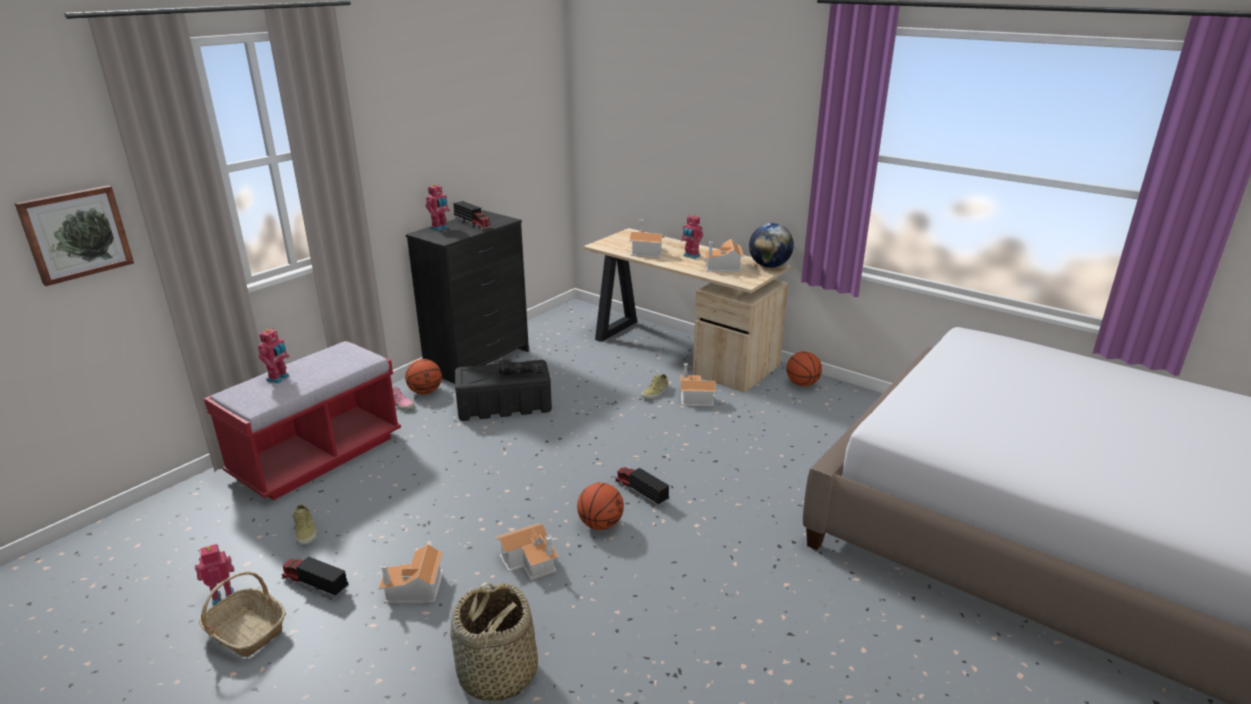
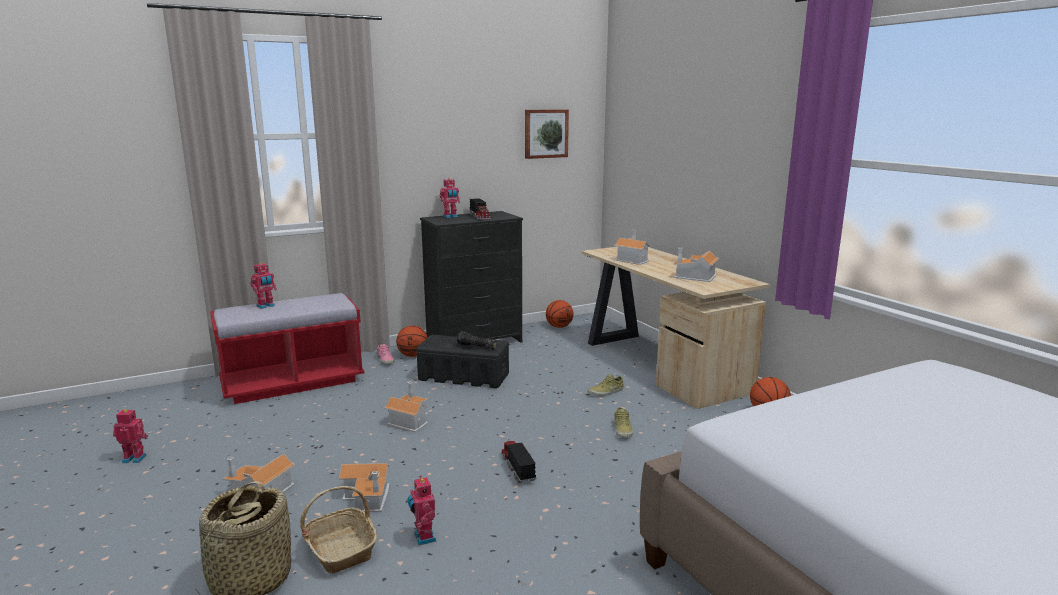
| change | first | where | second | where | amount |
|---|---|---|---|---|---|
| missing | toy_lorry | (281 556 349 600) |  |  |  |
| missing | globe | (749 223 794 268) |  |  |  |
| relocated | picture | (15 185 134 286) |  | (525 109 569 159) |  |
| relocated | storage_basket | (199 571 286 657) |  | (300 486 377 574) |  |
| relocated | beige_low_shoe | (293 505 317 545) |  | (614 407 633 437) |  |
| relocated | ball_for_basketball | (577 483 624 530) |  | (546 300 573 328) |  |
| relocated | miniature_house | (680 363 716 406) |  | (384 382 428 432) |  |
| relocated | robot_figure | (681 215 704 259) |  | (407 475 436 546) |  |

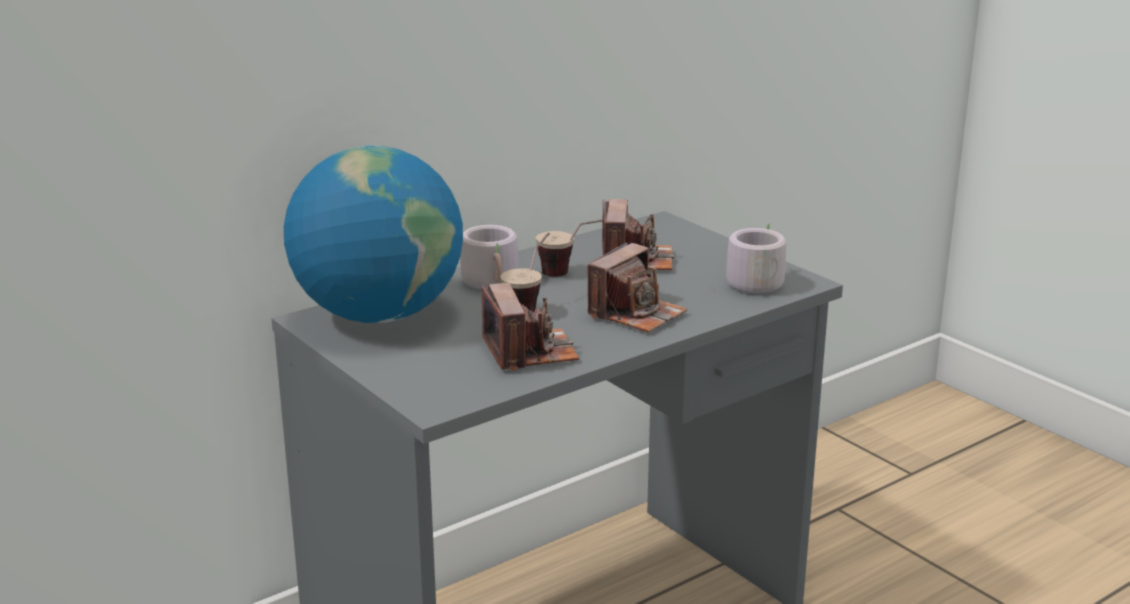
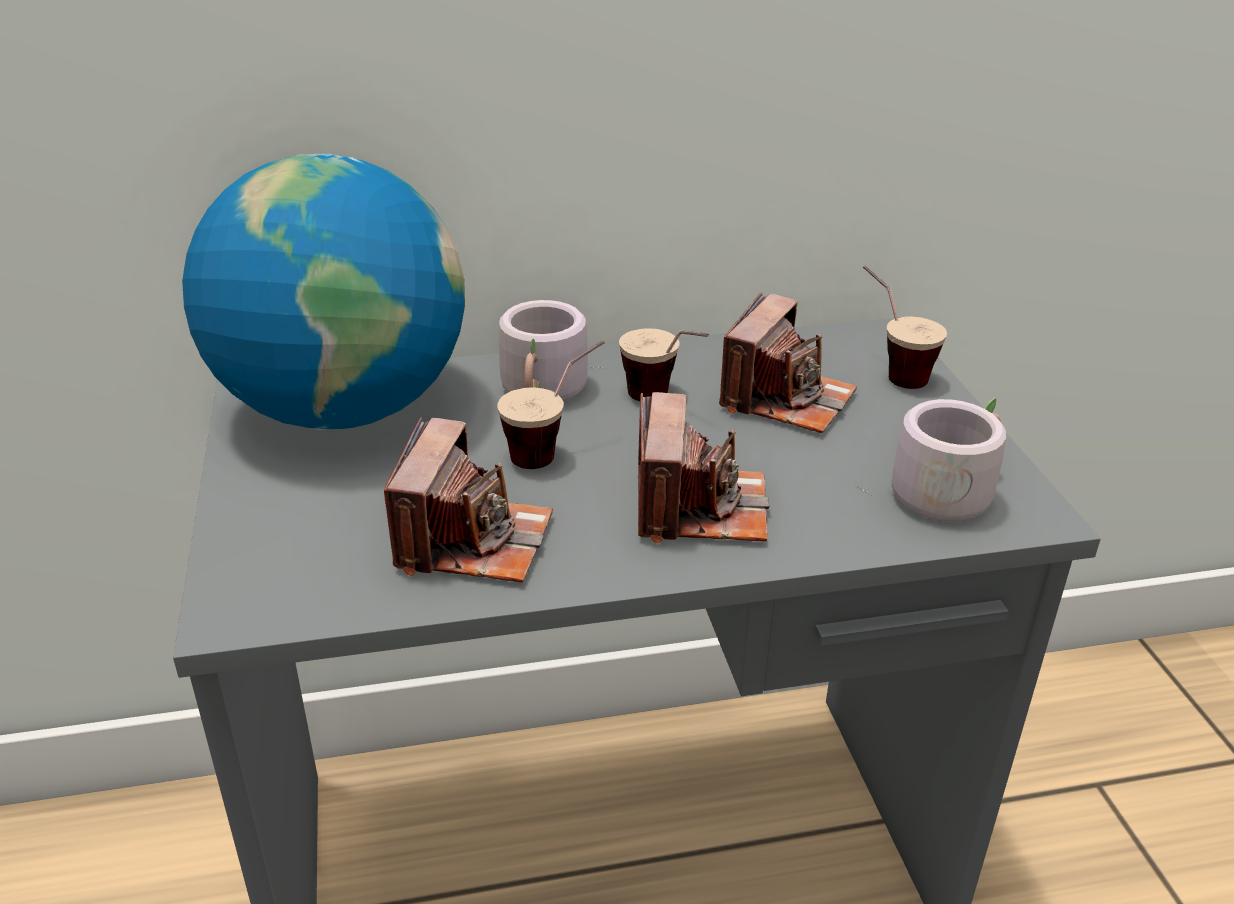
| change | first | where | second | where | amount |
|---|---|---|---|---|---|
| appeared |  |  | cup | (863 265 947 389) |  |
| spun | still_camera | (587 242 688 333) |  | (638 392 770 543) | 60 degrees counterclockwise |

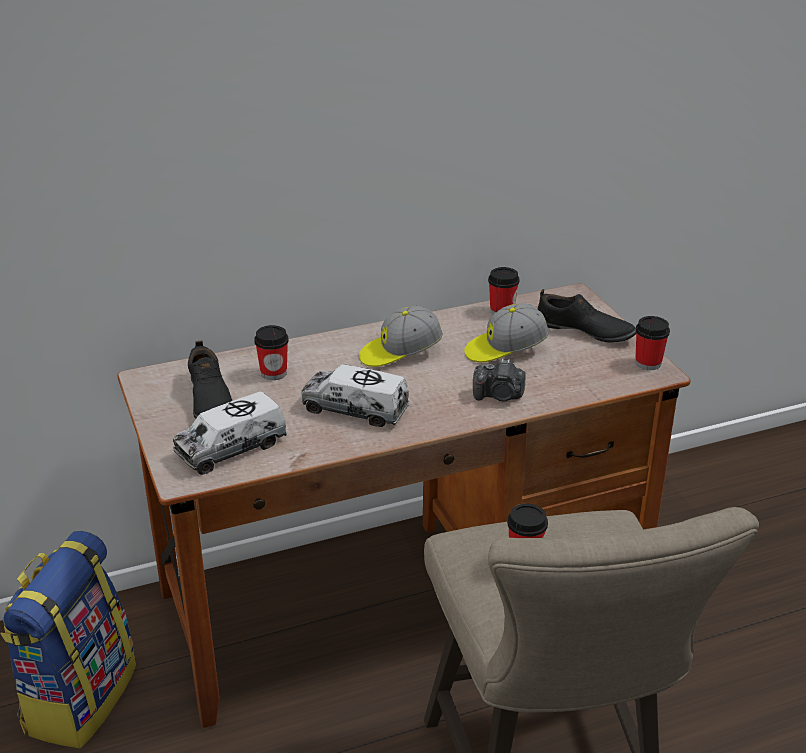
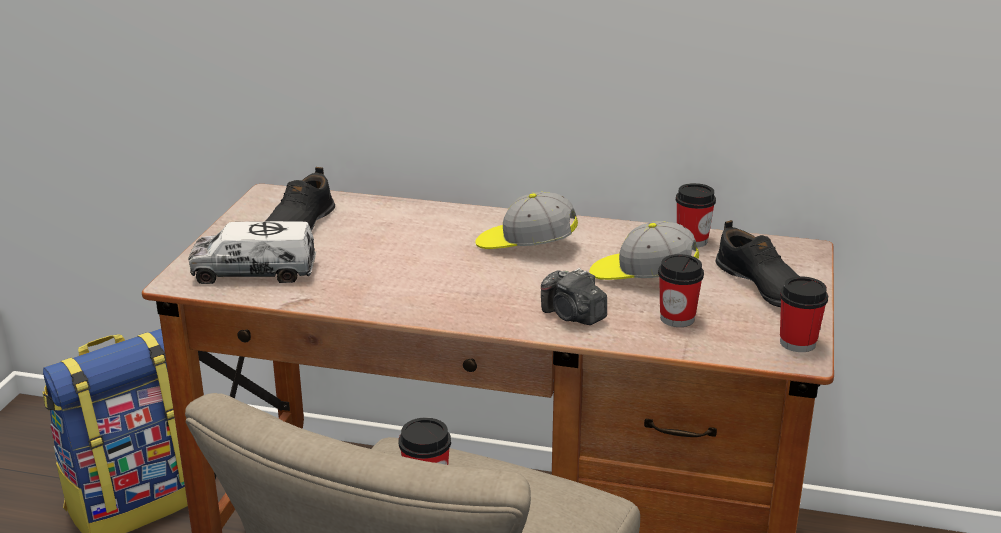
| change | first | where | second | where | amount |
|---|---|---|---|---|---|
| missing | toy_lorry | (301 364 410 427) |  |  |  |
| relocated | cup | (254 325 289 380) |  | (658 254 704 327) |  |

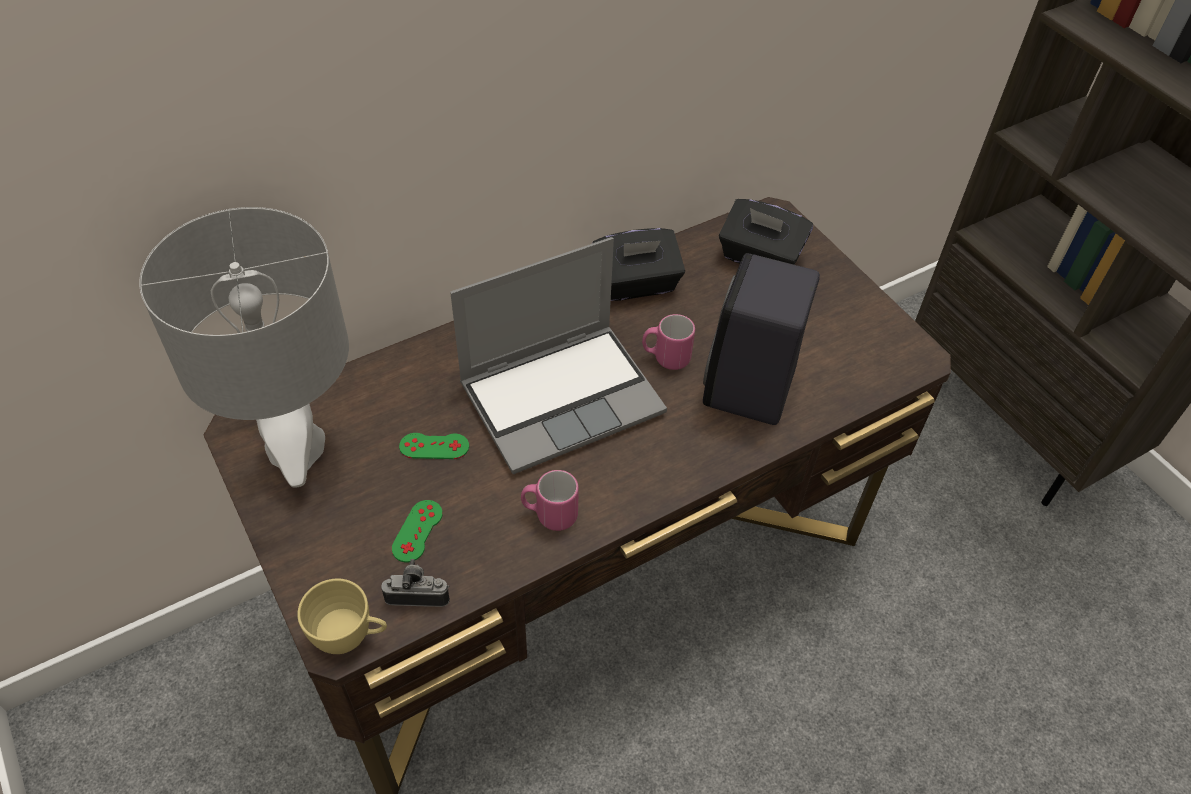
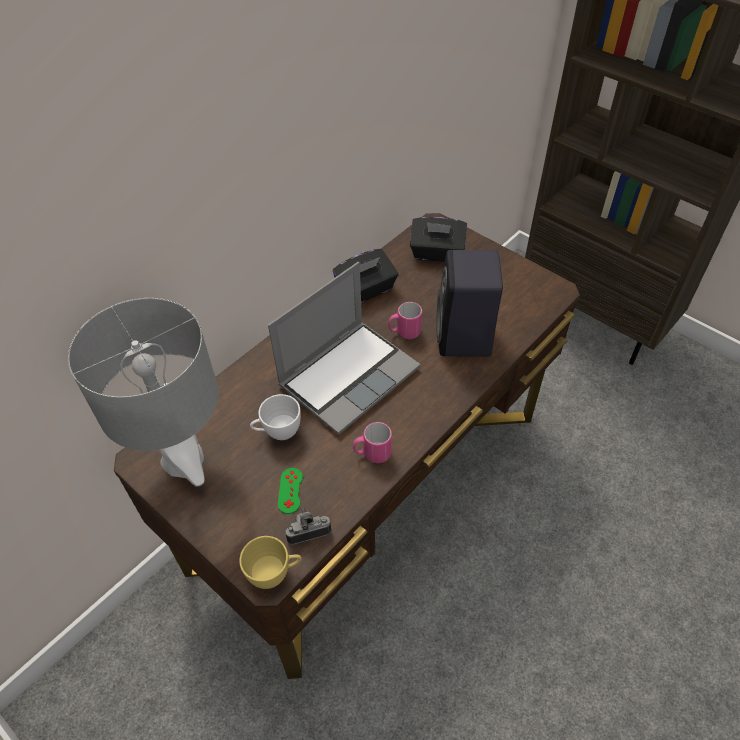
| change | first | where | second | where | amount |
|---|---|---|---|---|---|
| exchanged | green_game_controller | (399 433 469 459) | whitish_cup | (250 394 301 440) |  |

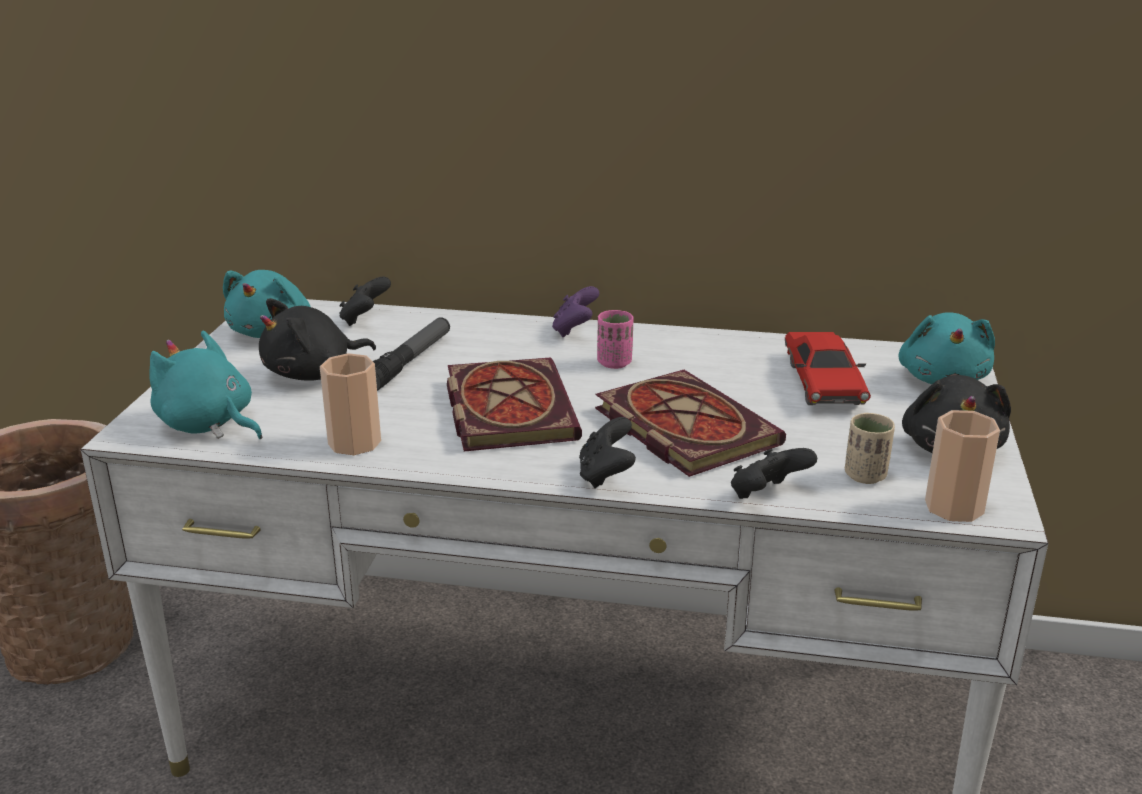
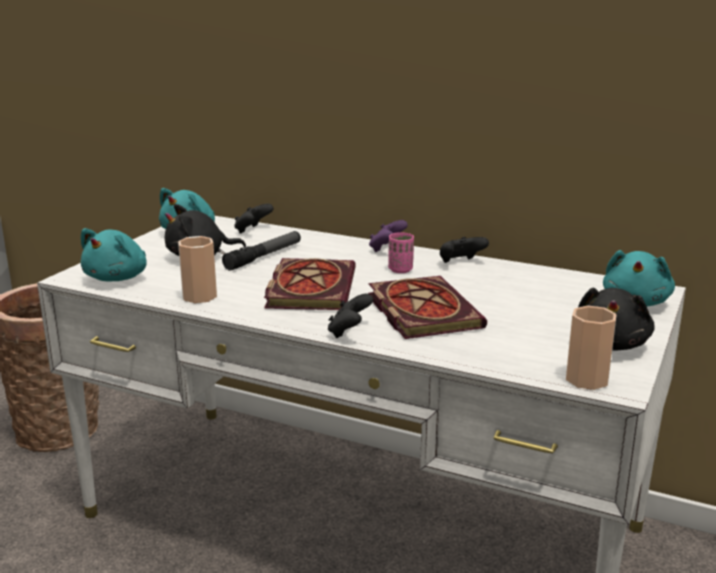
| change | first | where | second | where | amount |
|---|---|---|---|---|---|
| missing | red_model_car | (785 332 871 405) |  |  |  |
| missing | beige_cup | (845 413 895 484) |  |  |  |
| relocated | black-coloured_game_controller | (731 448 817 499) |  | (440 237 489 263) |  |
| spun | blue-green_cuddly_toy | (149 331 263 439) |  | (81 228 147 281) | 120 degrees counterclockwise |

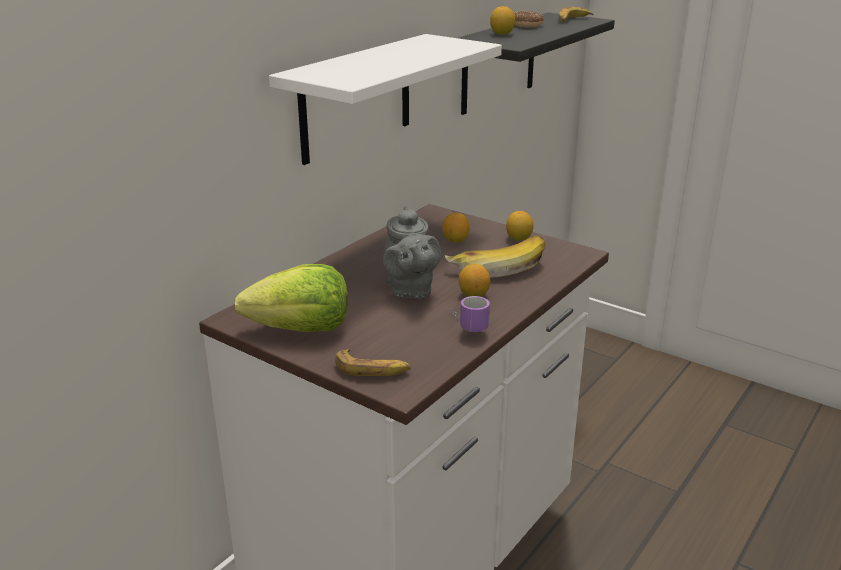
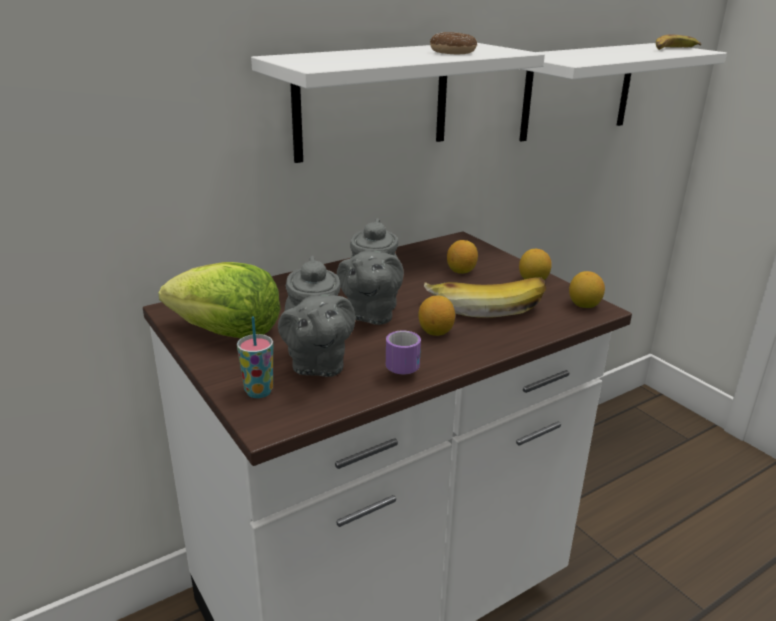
| change | first | where | second | where | amount |
|---|---|---|---|---|---|
| appeared |  |  | gray_teapot | (278 256 355 377) |  |
| relocated | lemon | (490 6 515 35) |  | (569 271 605 308) |  |
| relocated | donut | (514 11 544 27) |  | (430 32 477 54) |  |
| exchanged | banana_fruit | (335 349 411 376) | cup | (237 316 273 398) |  |
| colour | black-coloured_bracket_shelf | (458 12 615 115) | whitish_bracket_shelf | (519 43 727 142) |  |

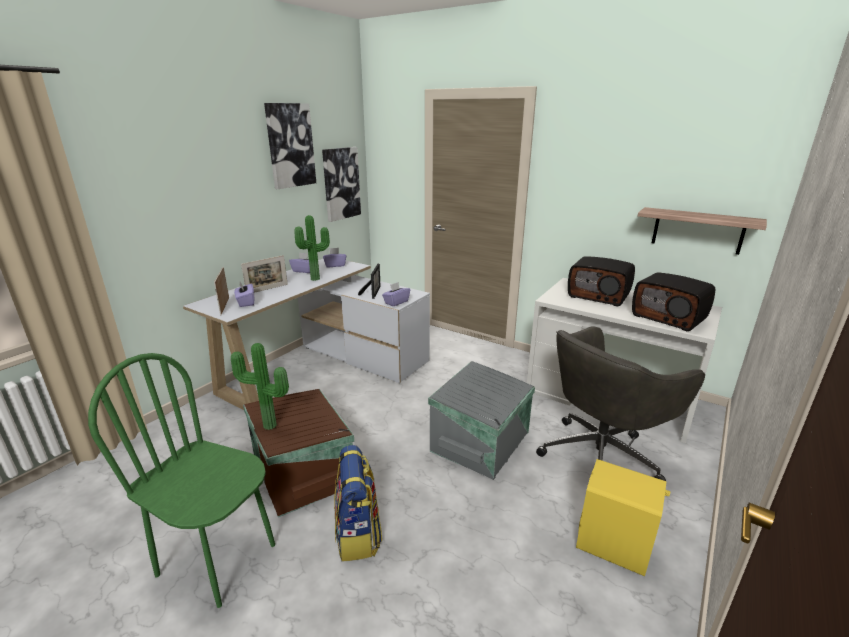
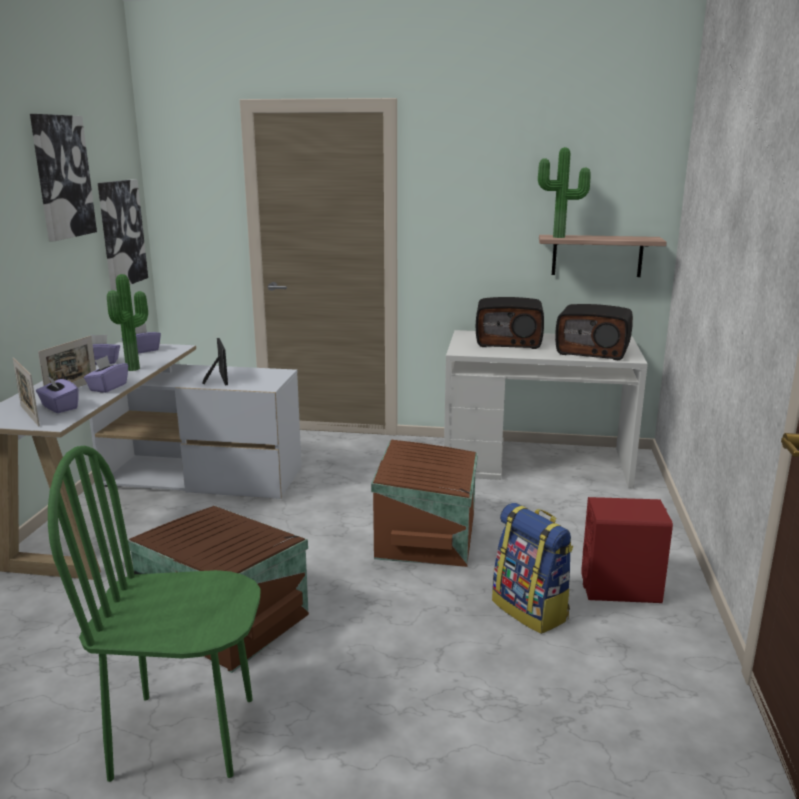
| change | first | where | second | where | amount |
|---|---|---|---|---|---|
| missing | gray_office_chair | (536 326 705 481) |  |  |  |
| relocated | plant_in_a_pot | (231 343 289 430) |  | (538 147 591 238) |  |
| relocated | knapsack | (334 445 382 562) |  | (492 503 573 634) |  |
| relocated | purplish_tissue_box | (382 282 410 306) |  | (84 356 128 393) |  |
| colour | gray_storage_box | (428 361 535 480) | brown_storage_box | (371 440 478 567) |  |
| colour | yellow-coloured_speaker | (576 459 671 576) | red_speaker | (581 497 673 603) |  |

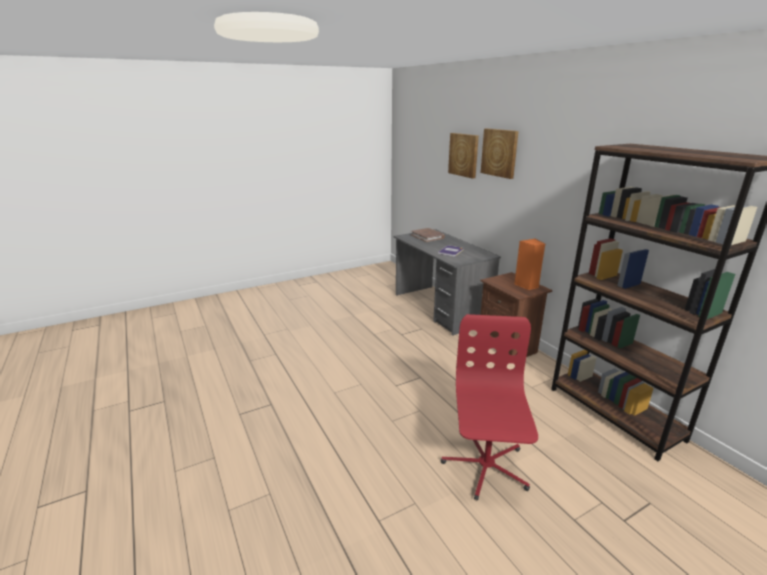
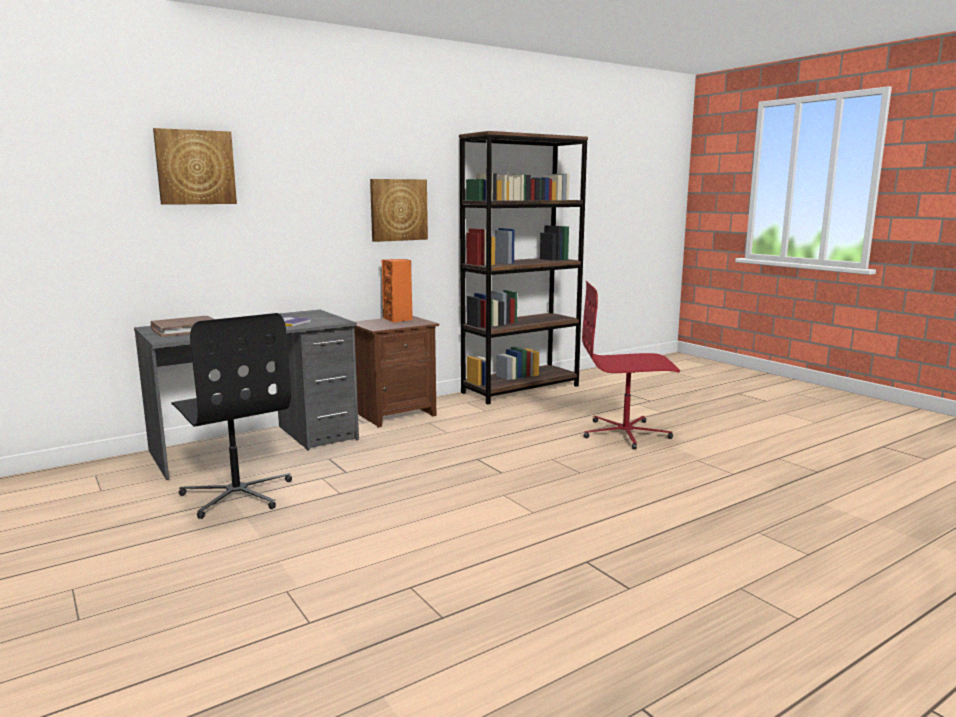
| change | first | where | second | where | amount |
|---|---|---|---|---|---|
| appeared |  |  | black-coloured_office_chair | (171 313 292 519) |  |
| relocated | picture | (481 129 519 179) |  | (370 179 428 242) |  |

